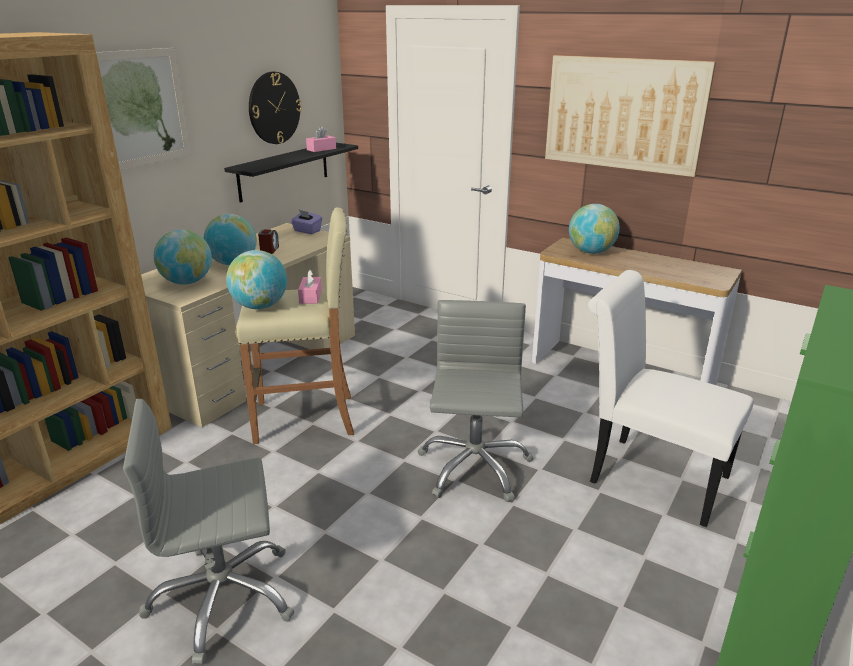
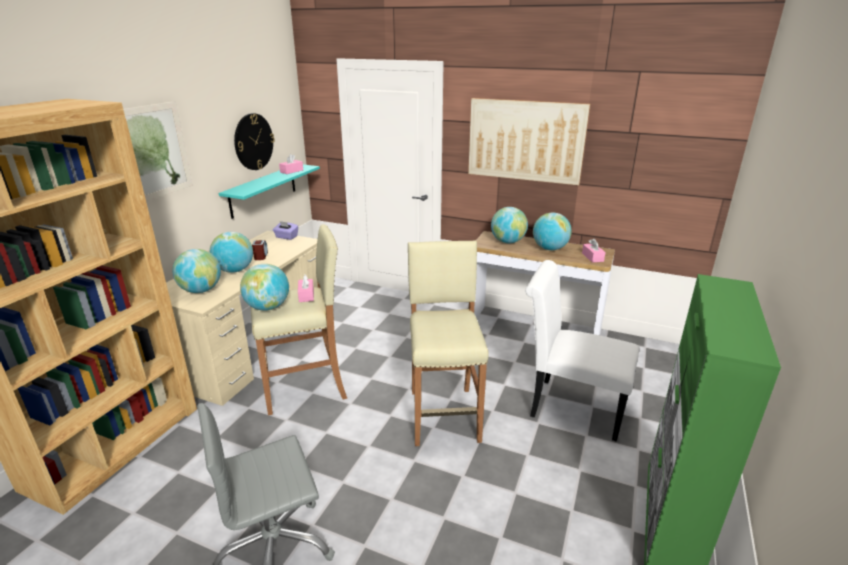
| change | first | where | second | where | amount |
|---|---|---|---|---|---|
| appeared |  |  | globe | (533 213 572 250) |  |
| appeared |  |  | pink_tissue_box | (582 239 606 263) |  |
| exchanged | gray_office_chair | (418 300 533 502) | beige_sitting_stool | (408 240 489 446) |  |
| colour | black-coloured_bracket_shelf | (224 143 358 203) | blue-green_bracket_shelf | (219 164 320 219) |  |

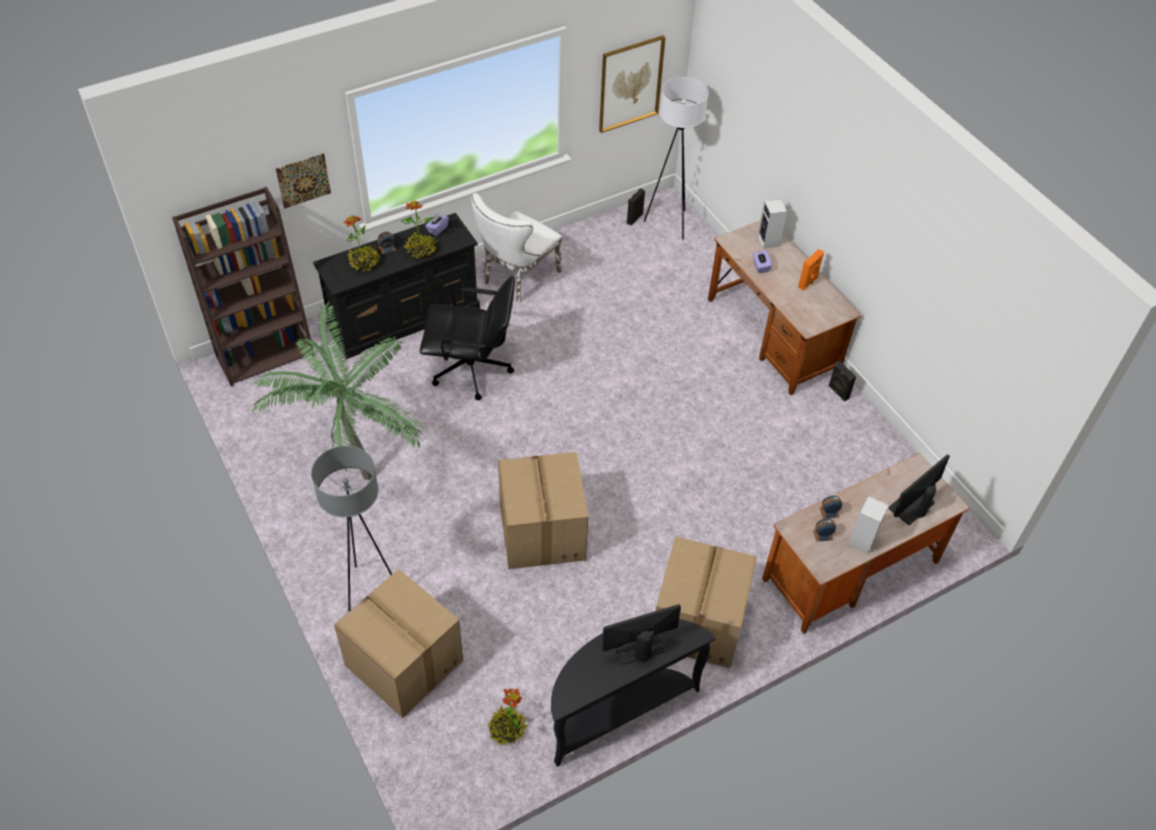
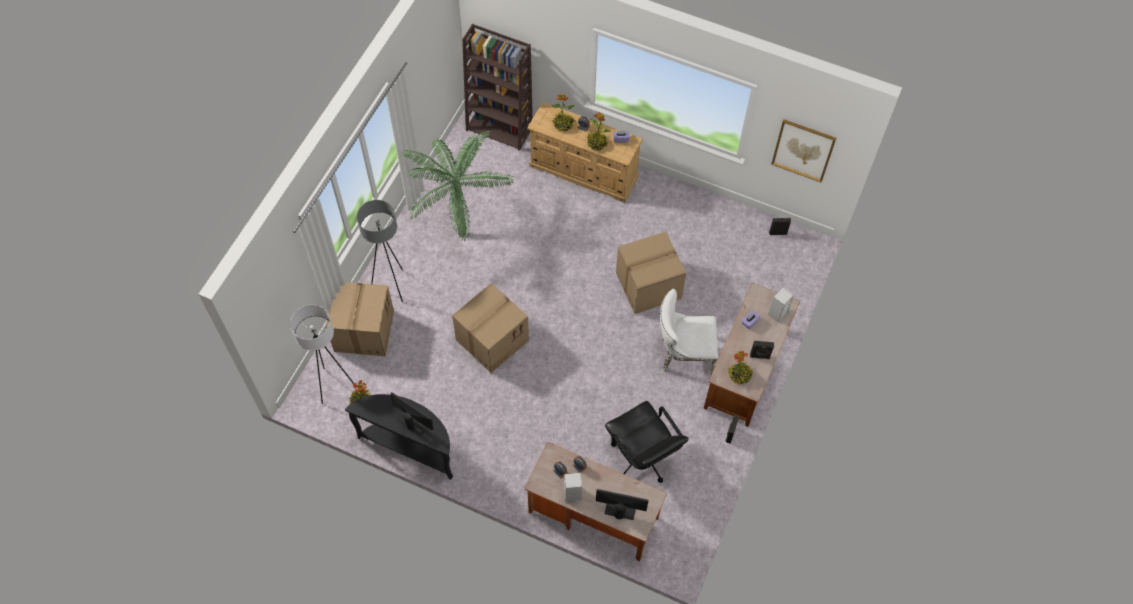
| change | first | where | second | where | amount |
|---|---|---|---|---|---|
| missing | picture | (275 153 331 209) |  |  |  |
| appeared |  |  | plant_in_a_pot | (728 351 753 385) |  |
| relocated | black-coloured_office_chair | (420 276 515 400) |  | (605 401 689 483) |  |
| relocated | whitish_plain_chair | (471 193 562 303) |  | (660 289 718 374) |  |
| relocated | whitish_floor_lamp | (644 77 709 240) |  | (290 305 354 404) |  |
| relocated | packing_box | (656 536 757 668) |  | (616 232 686 314) |  |
| colour | black-coloured_drawer_chest | (313 213 480 359) | beige_drawer_chest | (527 102 643 203) |  |
| colour | orangey_speaker | (798 249 824 291) | black-coloured_speaker | (750 341 774 359) |  |

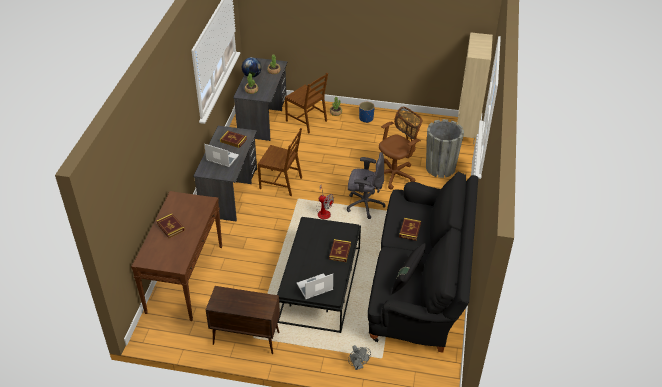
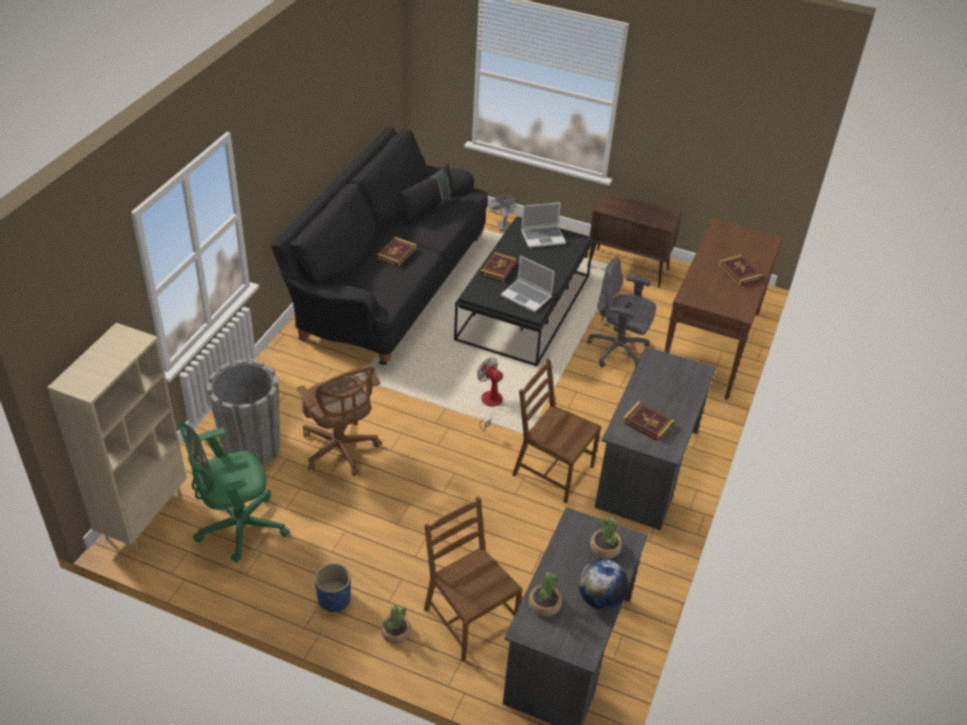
| change | first | where | second | where | amount |
|---|---|---|---|---|---|
| appeared |  |  | green_office_chair | (178 422 290 563) |  |
| relocated | laptop | (204 144 239 167) |  | (501 255 555 312) |  |
| relocated | gray_office_chair | (347 152 386 219) |  | (587 257 656 367) |  |
| spun | brown_office_chair | (374 107 422 190) |  | (297 364 382 477) | 90 degrees counterclockwise |

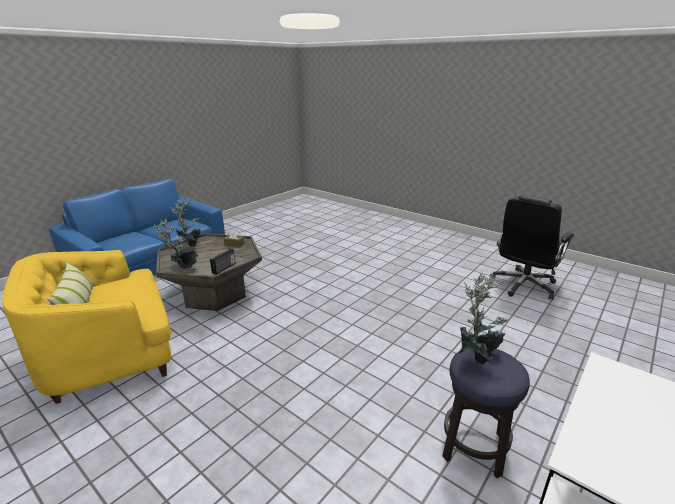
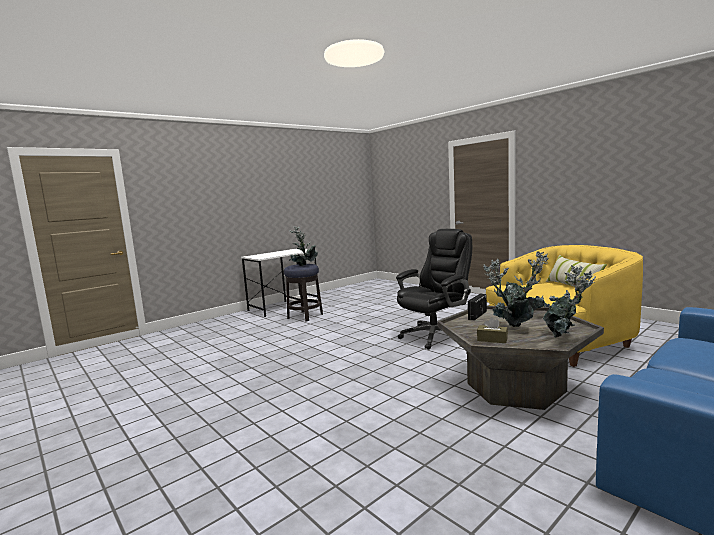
| change | first | where | second | where | amount |
|---|---|---|---|---|---|
| appeared |  |  | plant_in_a_pot | (484 259 534 327) |  |
| relocated | black-coloured_office_chair | (490 195 574 300) |  | (396 229 472 350) |  |

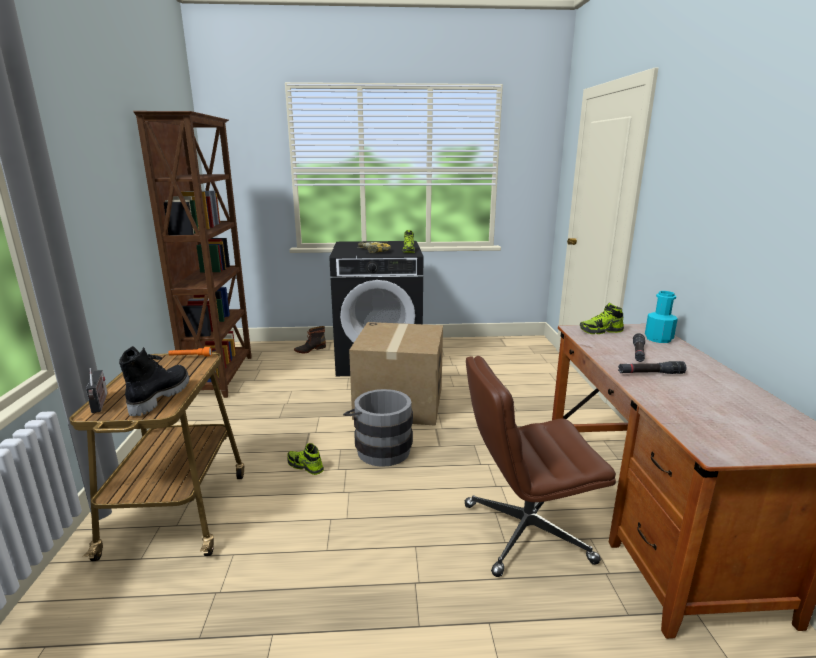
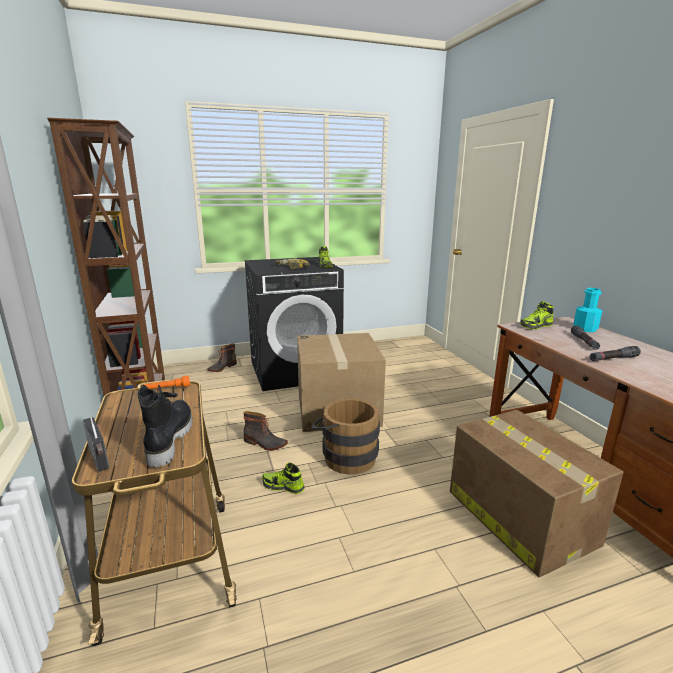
| change | first | where | second | where | amount |
|---|---|---|---|---|---|
| appeared |  |  | tall_boot | (244 411 288 451) |  |
| exchanged | brown_office_chair | (465 356 616 577) | packing_box | (450 410 624 577) |  |
| colour | gray_pail | (343 389 413 467) | brown_pail | (312 398 380 475) |  |

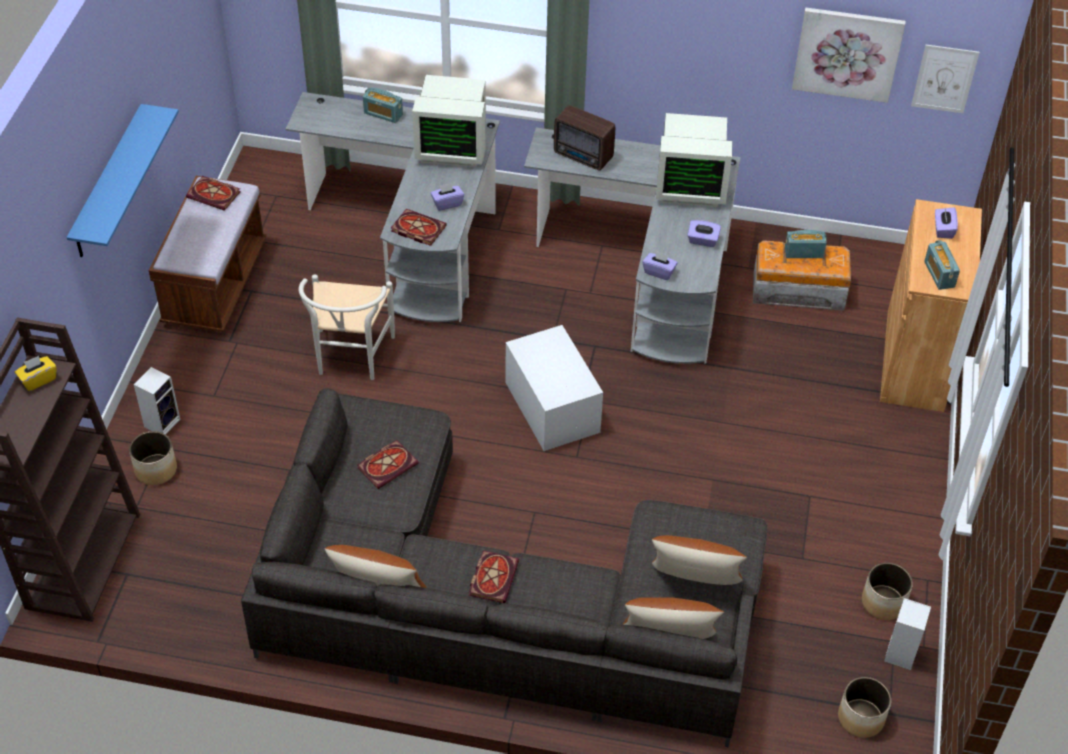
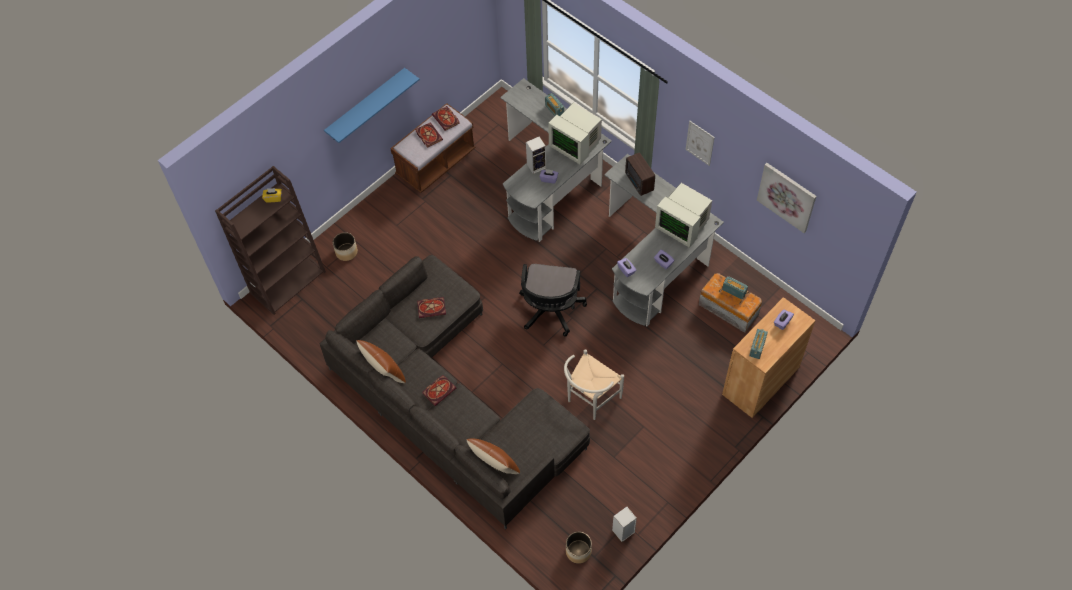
| change | first | where | second | where | amount |
|---|---|---|---|---|---|
| missing | brown_throw_pillow | (652 535 748 585) |  |  |  |
| missing | planter | (862 563 913 620) |  |  |  |
| relocated | speaker | (134 367 180 434) |  | (526 137 546 174) |  |
| relocated | whitish_plain_chair | (299 274 395 380) |  | (564 349 624 420) |  |
| relocated | book | (391 209 447 246) |  | (415 122 443 148) |  |
| relocated | picture | (911 45 980 113) |  | (685 121 715 166) |  |
| exchanged | whitish_storage_box | (506 325 603 451) | black-coloured_office_chair | (519 264 587 336) |  |

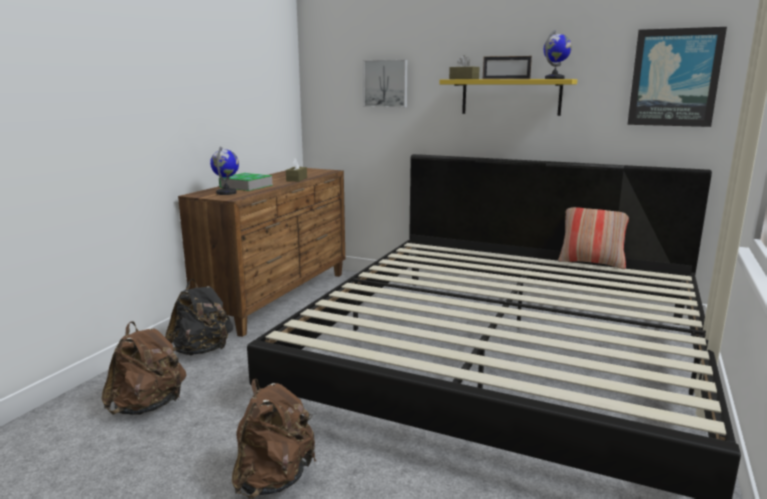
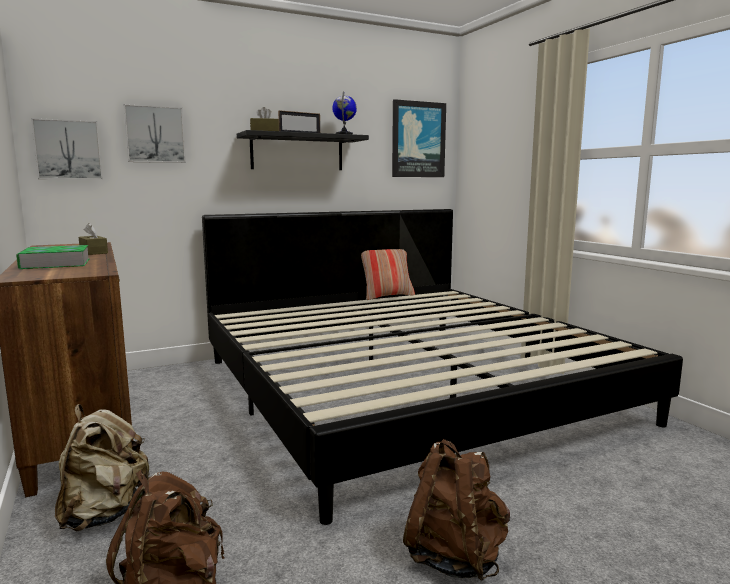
| change | first | where | second | where | amount |
|---|---|---|---|---|---|
| missing | globe | (210 146 239 195) |  |  |  |
| appeared |  |  | picture | (31 118 103 179) |  |
| colour | black-coloured_knapsack | (165 279 233 356) | beige_knapsack | (55 404 150 531) |  |
| colour | yellow-coloured_bracket_shelf | (440 79 577 116) | black-coloured_bracket_shelf | (237 130 369 170) |  |

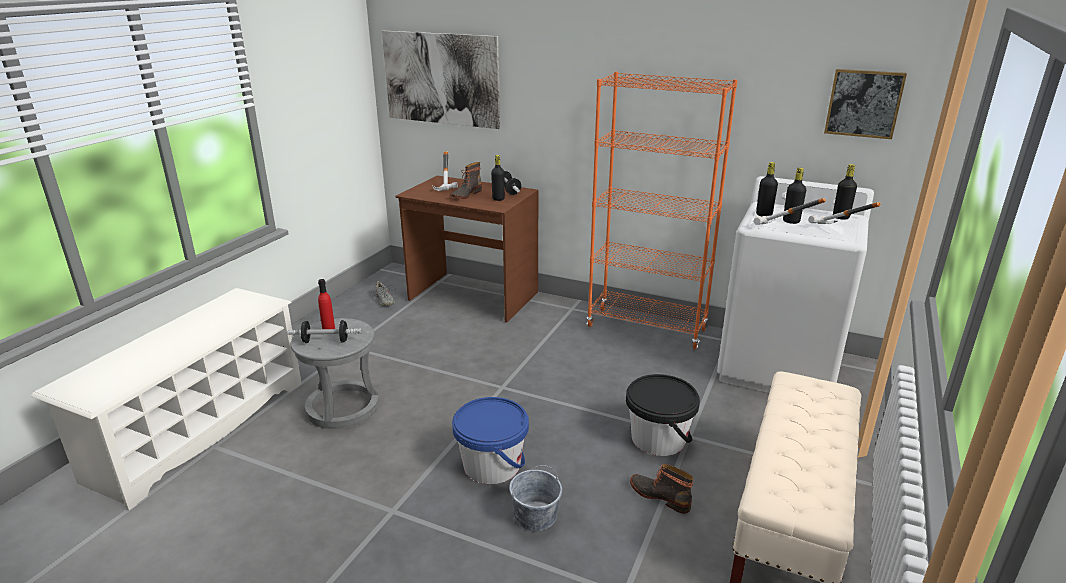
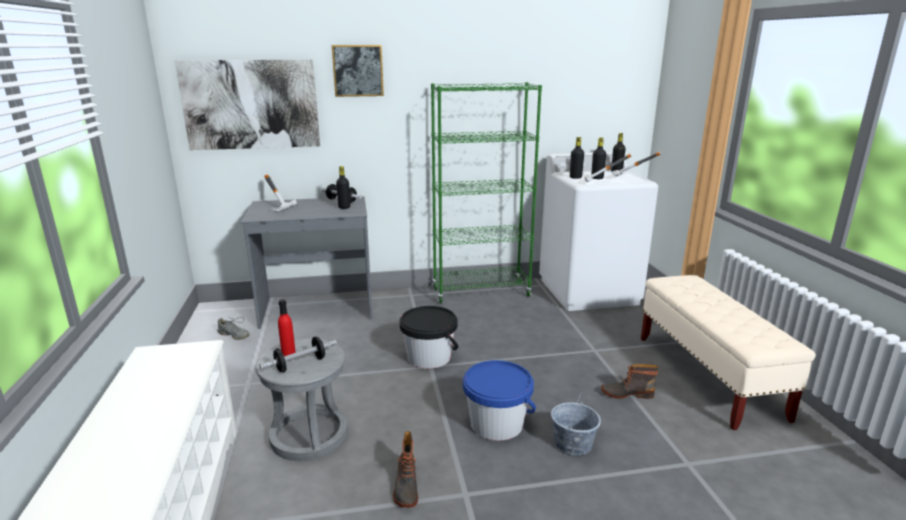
| change | first | where | second | where | amount |
|---|---|---|---|---|---|
| relocated | tall_boot | (450 162 482 199) |  | (393 431 418 508) |  |
| relocated | black-coloured_pail | (626 374 700 456) |  | (400 306 458 369) |  |
| relocated | picture | (824 69 907 139) |  | (332 45 384 97) |  |
| colour | brown_desk | (395 176 538 323) | gray_desk | (241 196 373 329) |  |
| colour | orangey_shelving_unit | (587 72 738 349) | green_shelving_unit | (431 82 542 303) |  |

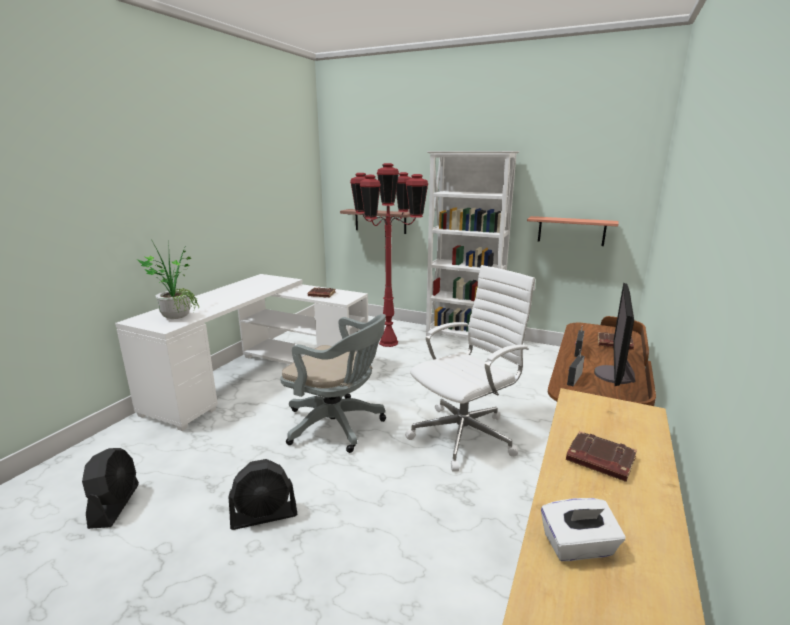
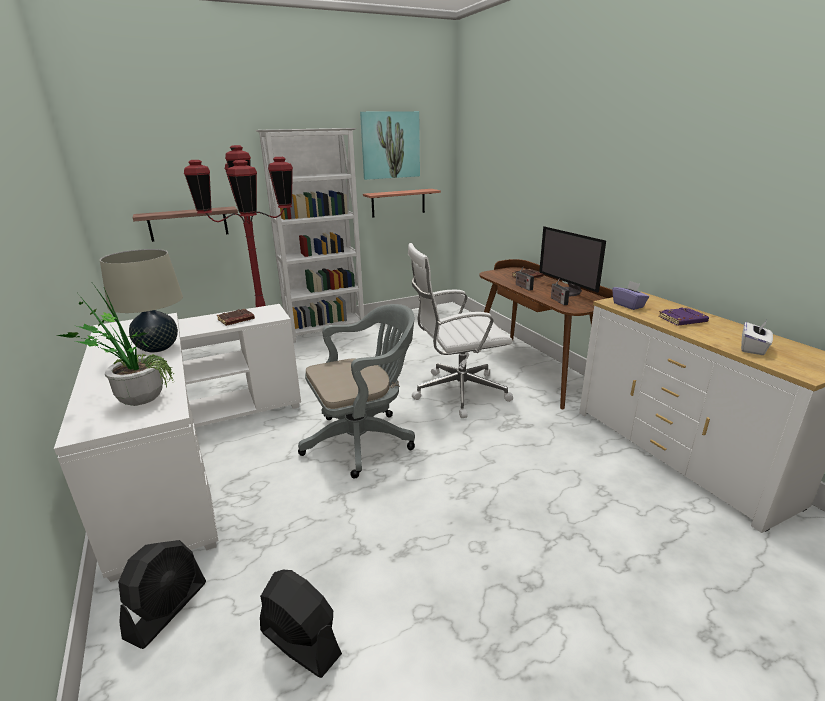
| change | first | where | second | where | amount |
|---|---|---|---|---|---|
| appeared |  |  | beige_lamp_for_a_table | (100 249 183 353) |  |
| appeared |  |  | picture | (360 111 420 180) |  |
| appeared |  |  | purplish_tissue_box | (612 281 649 310) |  |
| relocated | black-coloured_cooling_fan | (229 459 297 530) |  | (118 540 206 649) |  |
| colour | brown_book | (566 431 637 482) | purplish_book | (658 308 709 326) |  |
| spun | whitish_office_chair | (405 265 535 472) |  | (408 243 513 418) | 105 degrees counterclockwise |

